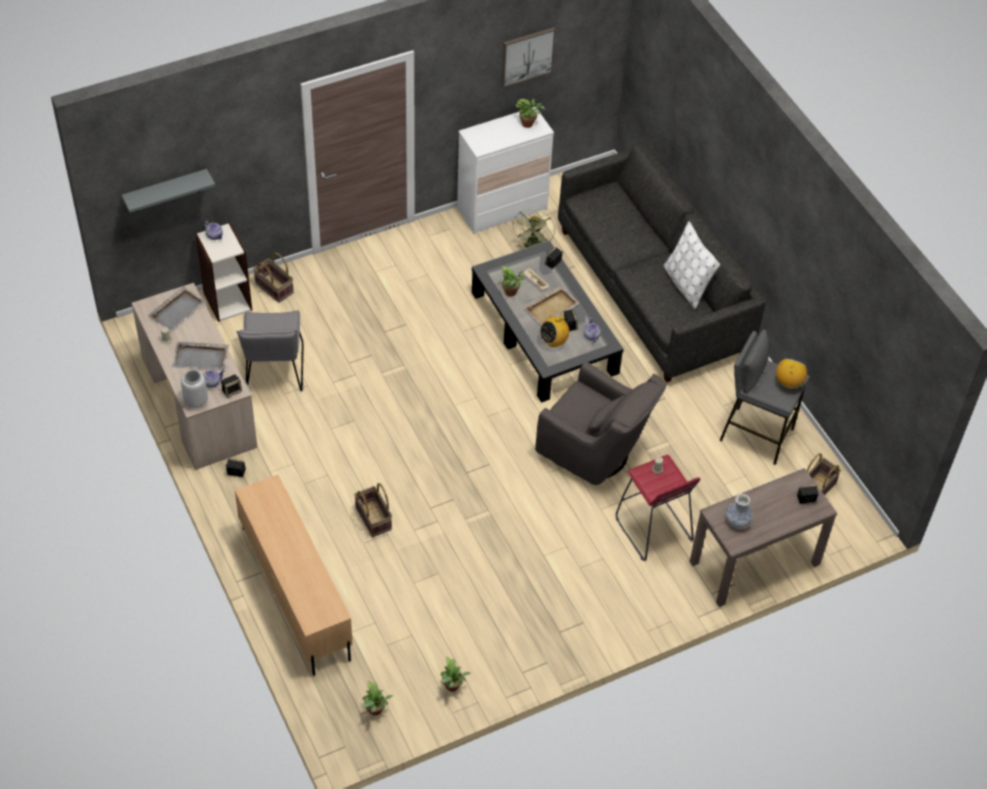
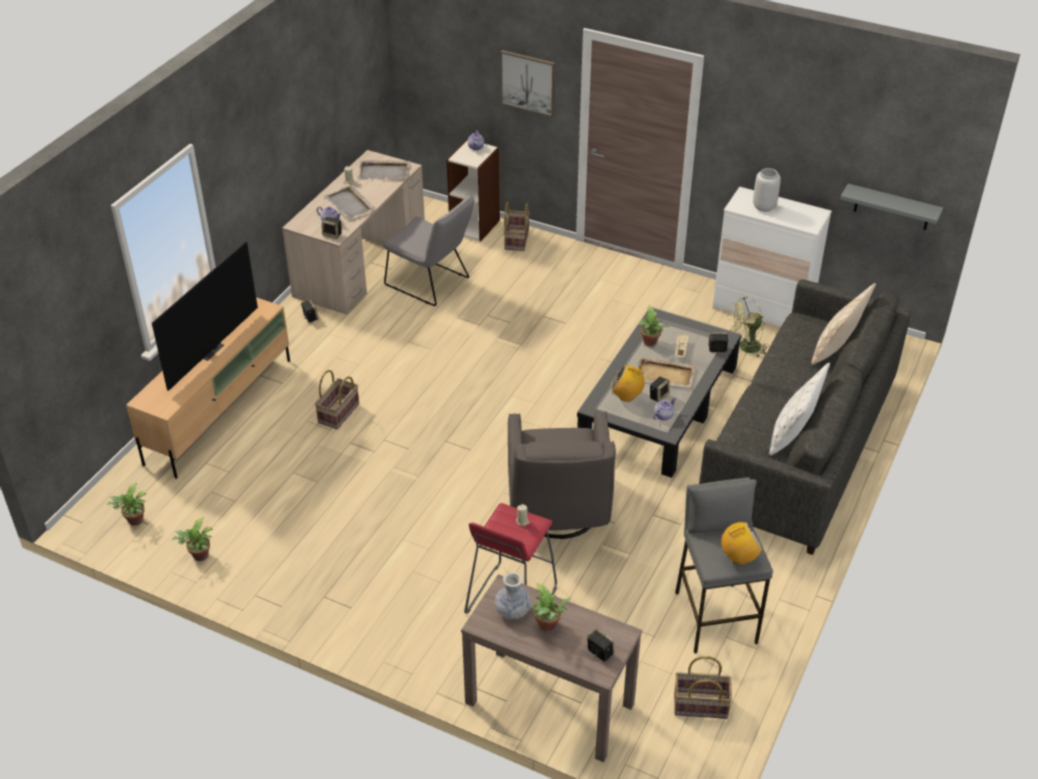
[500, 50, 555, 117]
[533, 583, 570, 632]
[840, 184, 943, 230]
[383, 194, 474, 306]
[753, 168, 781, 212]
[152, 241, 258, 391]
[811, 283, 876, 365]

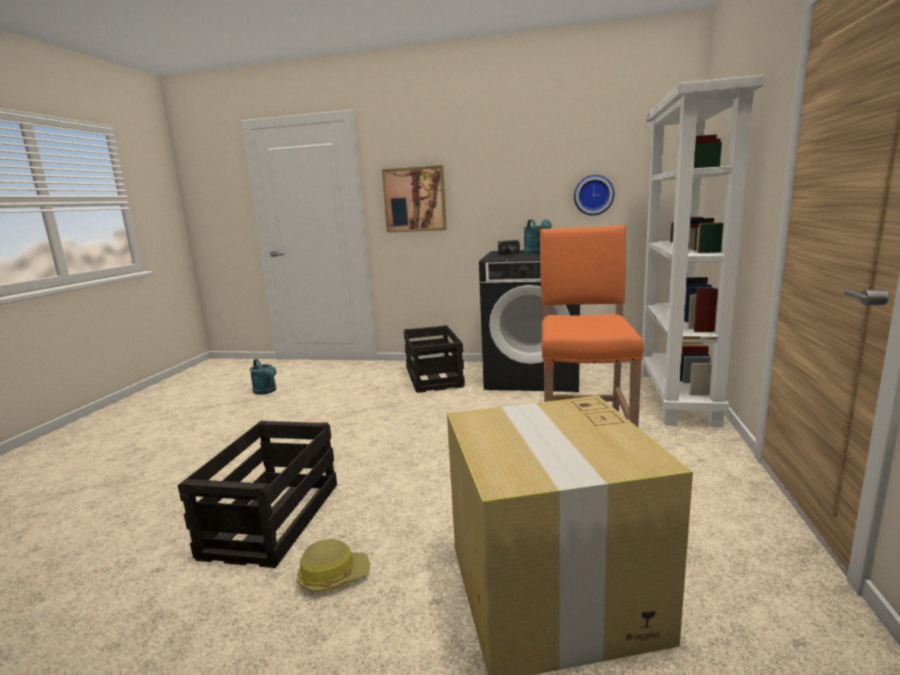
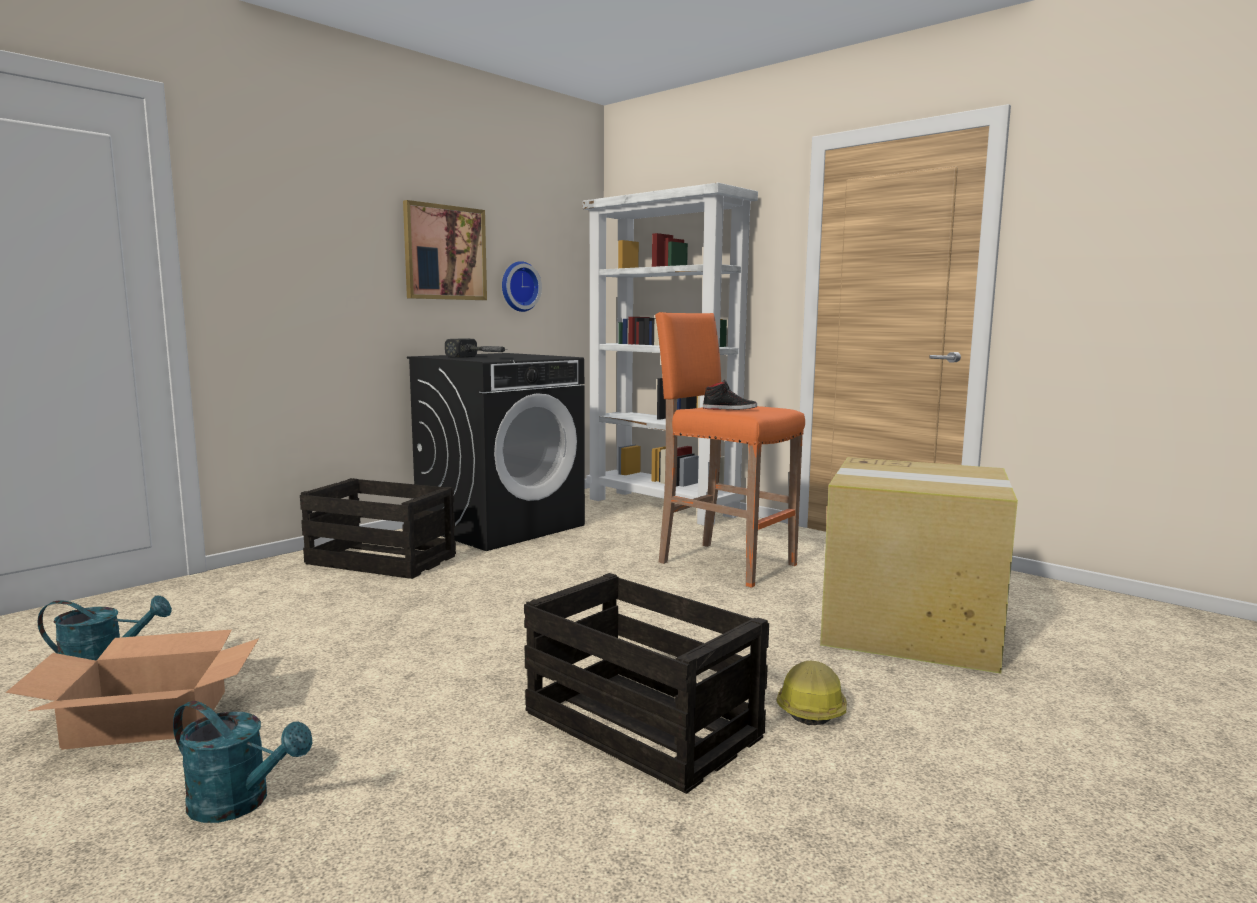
[403, 200, 487, 300]
[173, 701, 312, 823]
[703, 379, 757, 410]
[6, 630, 259, 750]

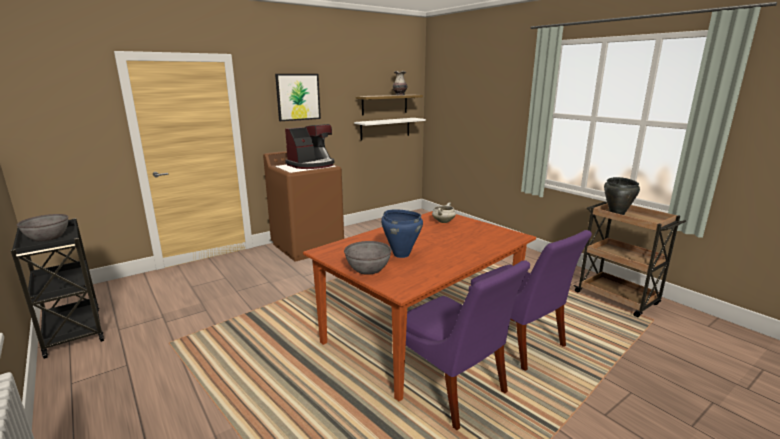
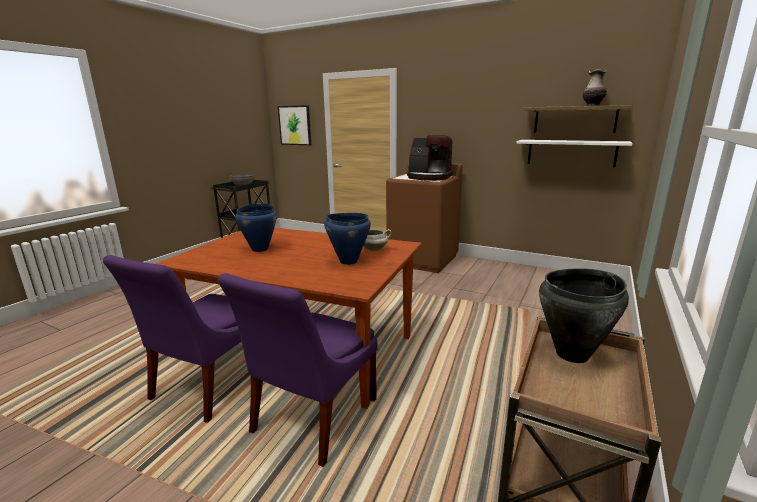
[278, 105, 311, 145]
[344, 241, 392, 275] (first image)
[324, 213, 371, 265]

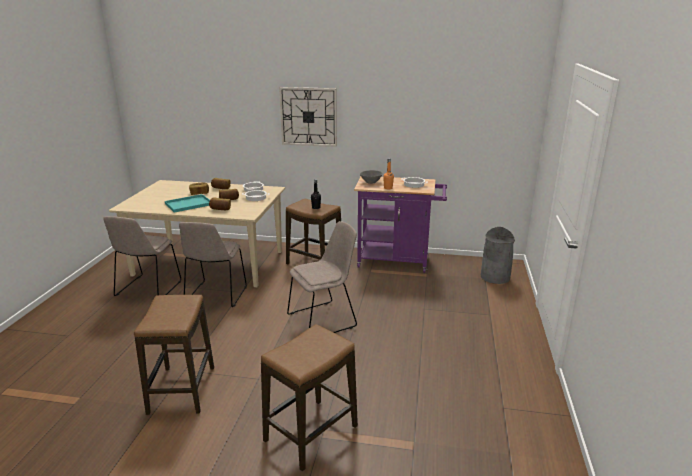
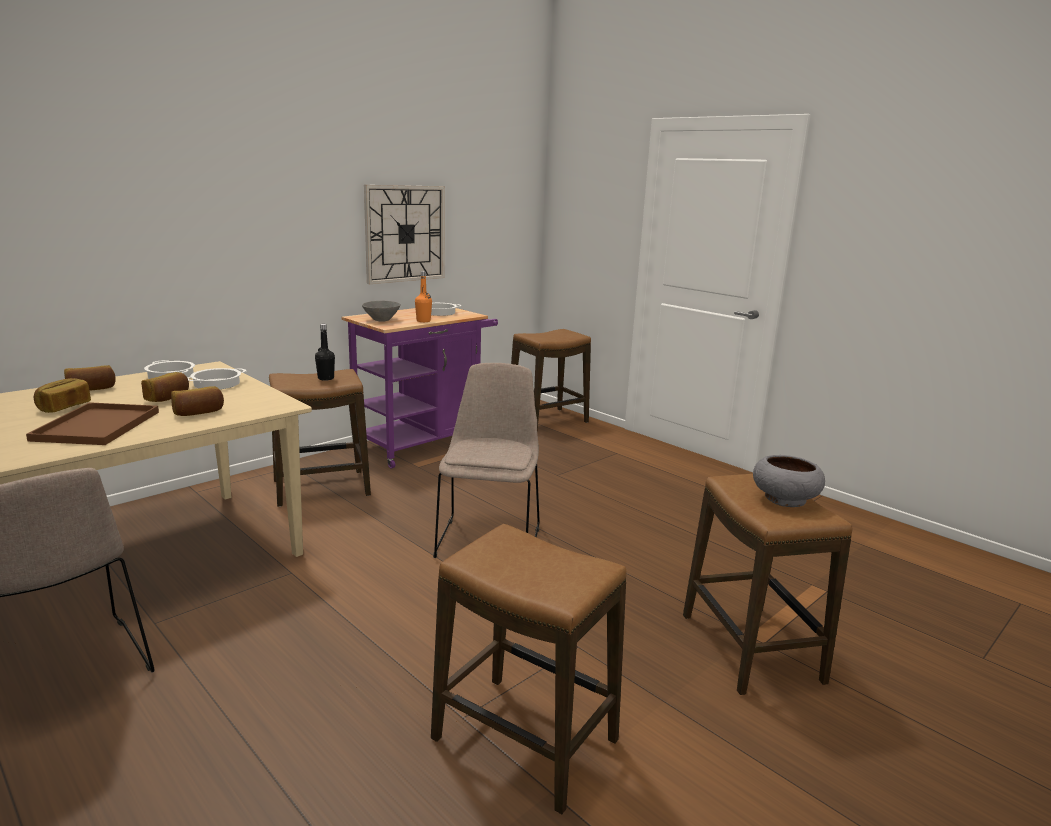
[364, 185, 445, 284]
[26, 402, 159, 445]
[179, 222, 247, 307] (first image)
[511, 329, 591, 430]
[753, 455, 825, 507]

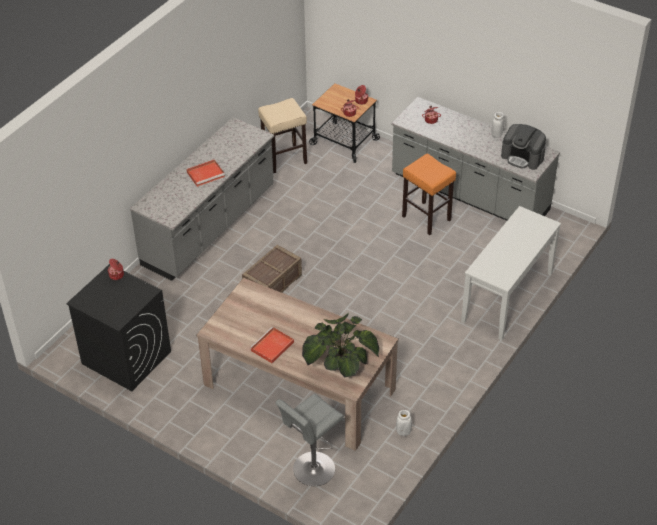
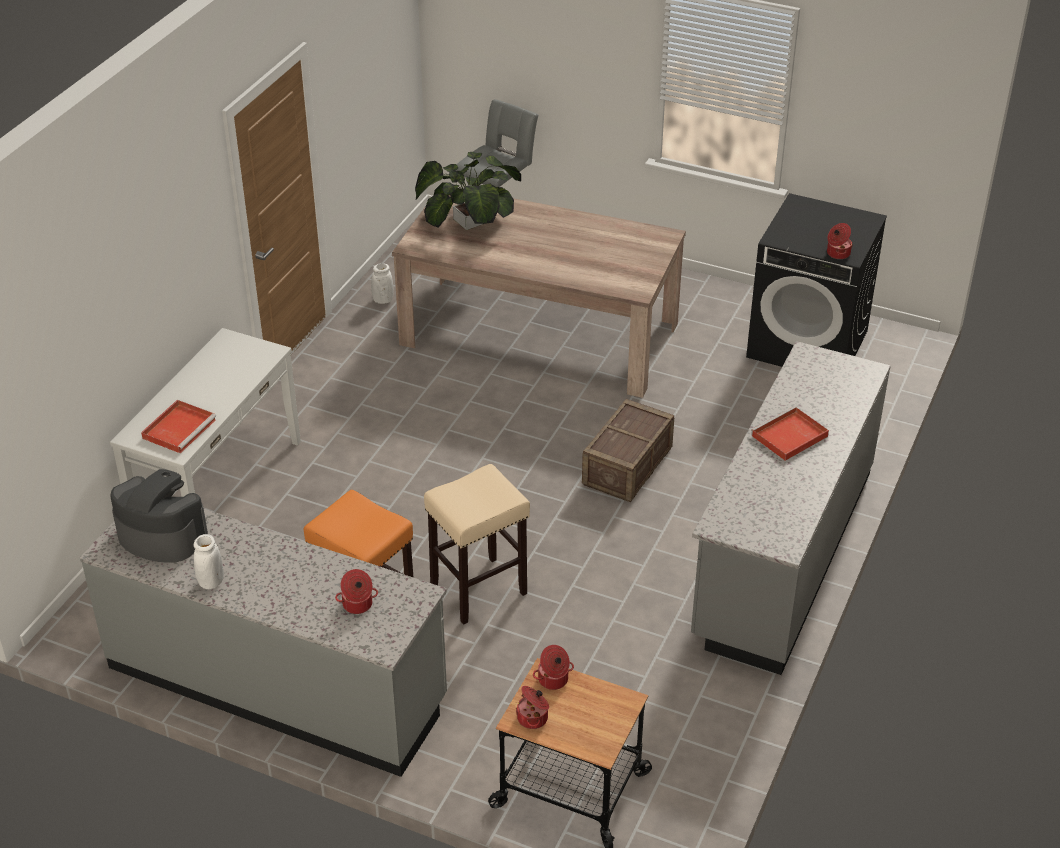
[424, 464, 530, 624]
[141, 400, 216, 453]

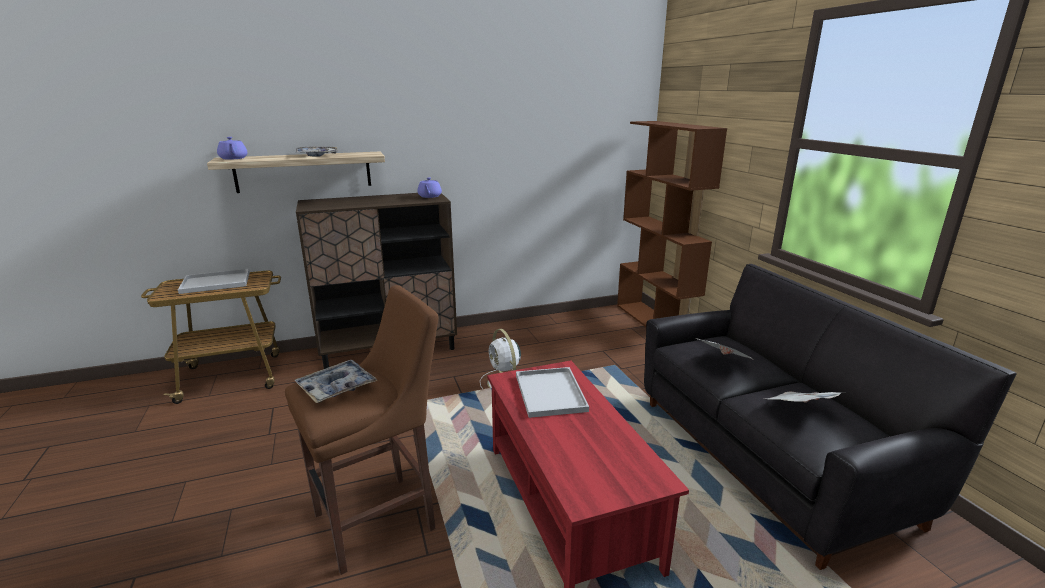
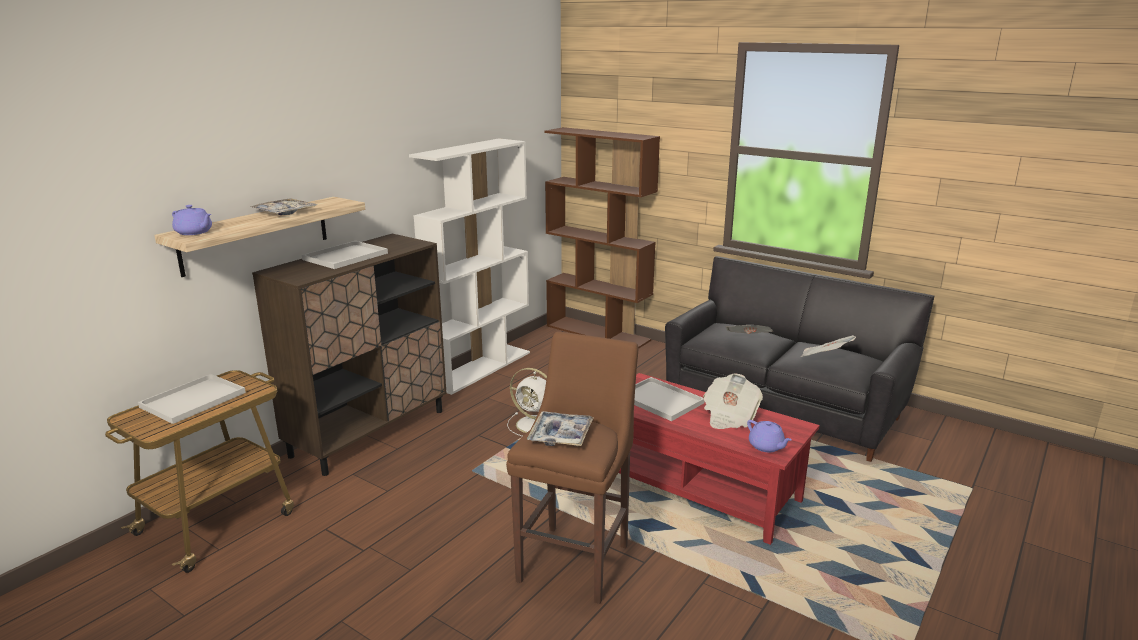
[747, 420, 792, 452]
[409, 138, 530, 395]
[302, 241, 388, 269]
[703, 373, 763, 429]

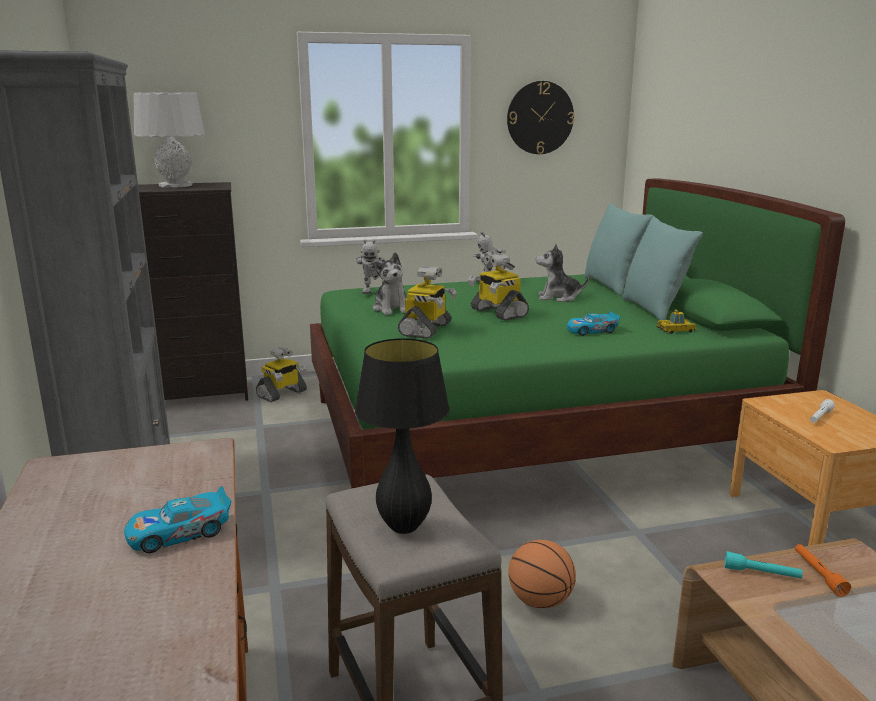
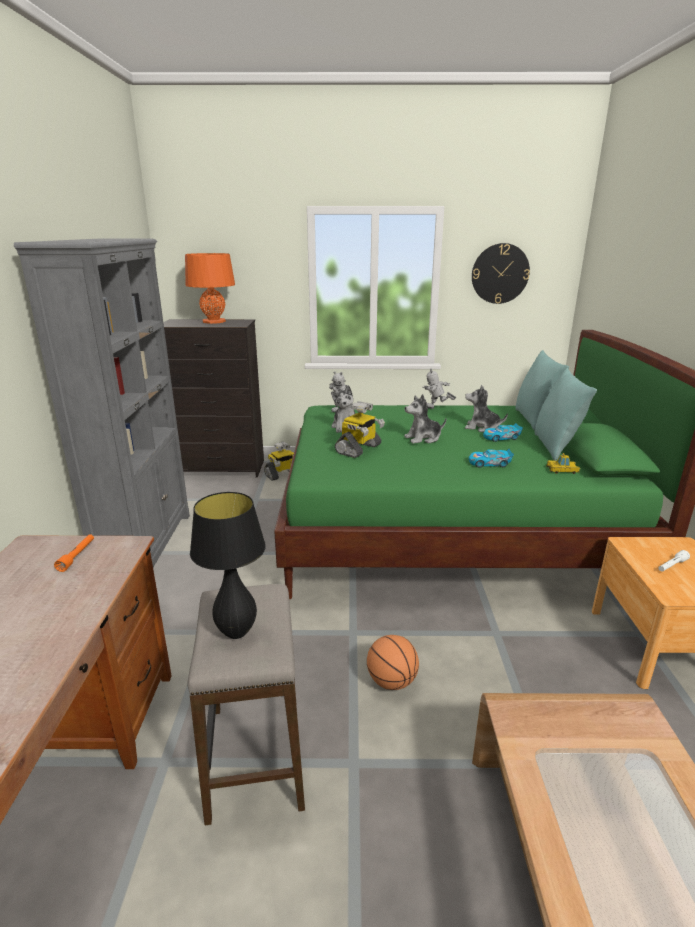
[185, 253, 235, 324]
[404, 394, 446, 443]
[483, 423, 523, 442]
[54, 534, 94, 572]
[725, 551, 803, 579] (first image)

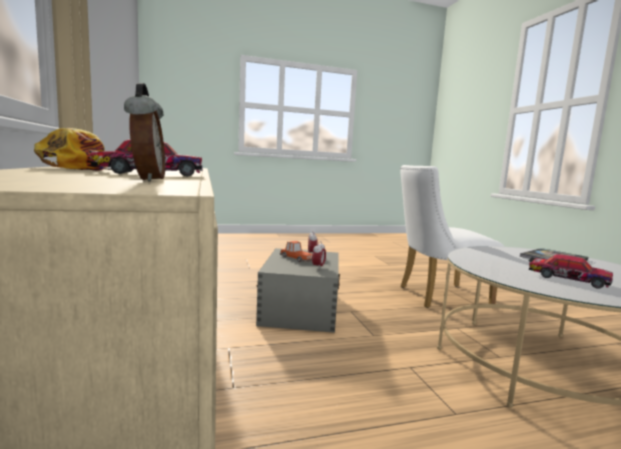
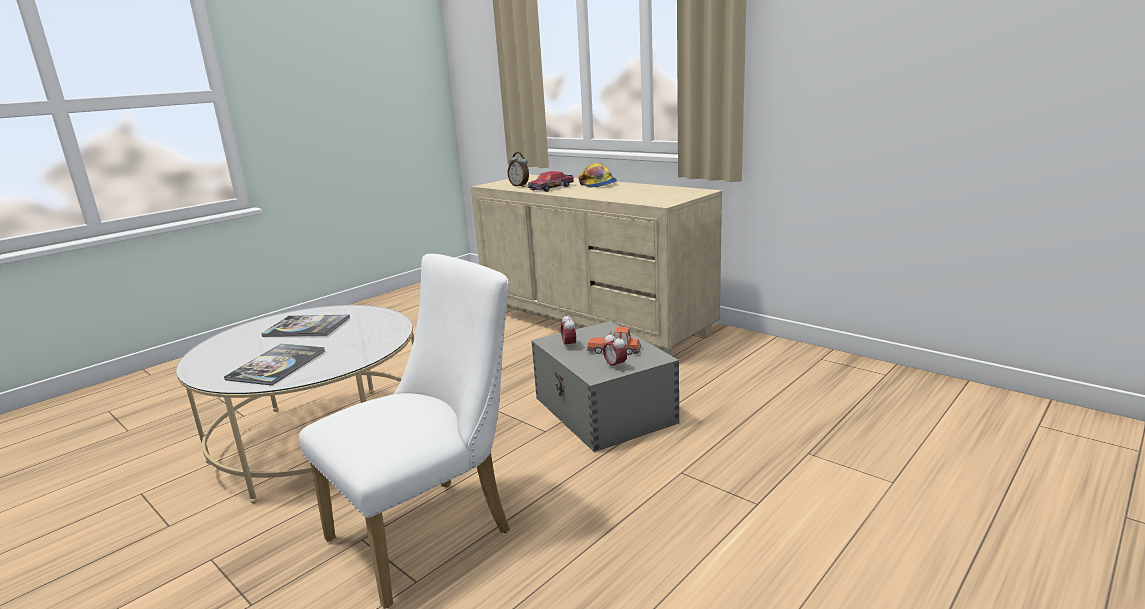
[261, 315, 350, 337]

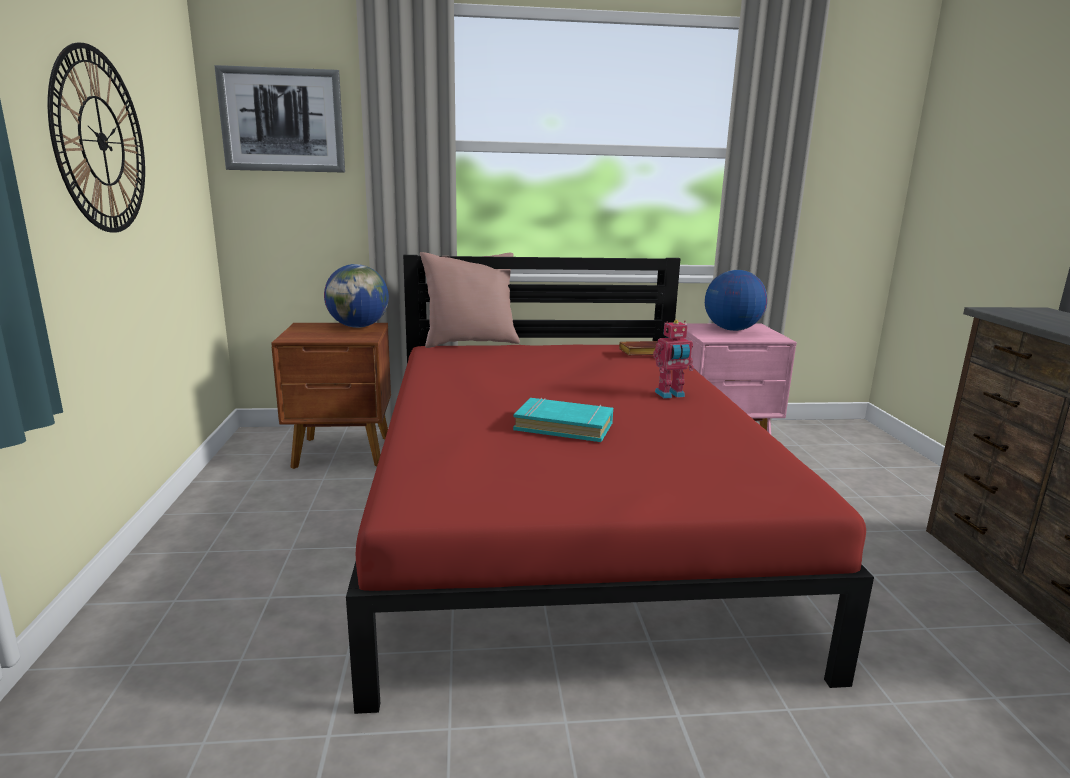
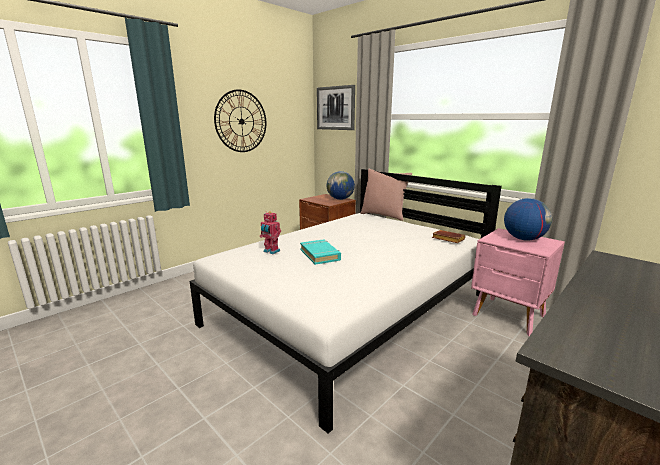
[190, 169, 502, 434]
[260, 211, 281, 254]

